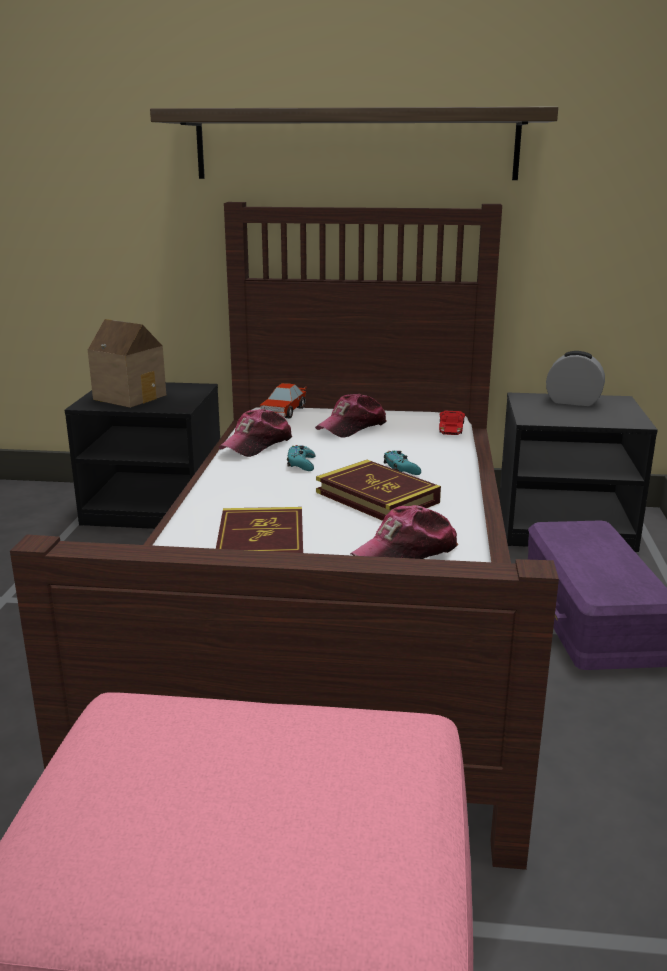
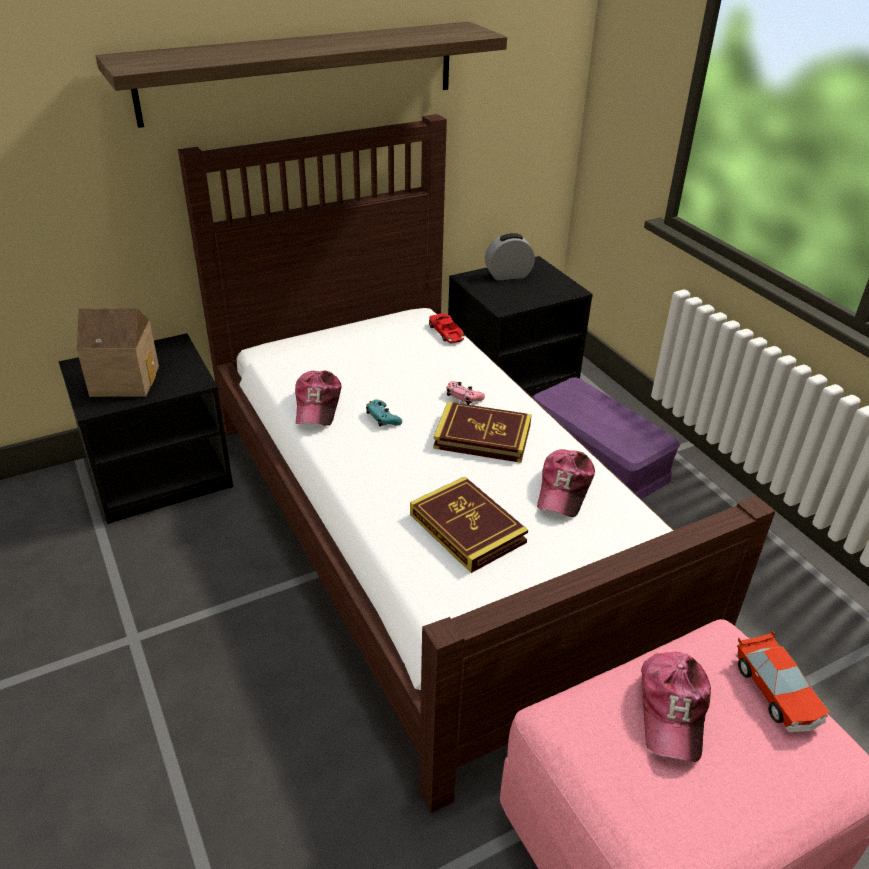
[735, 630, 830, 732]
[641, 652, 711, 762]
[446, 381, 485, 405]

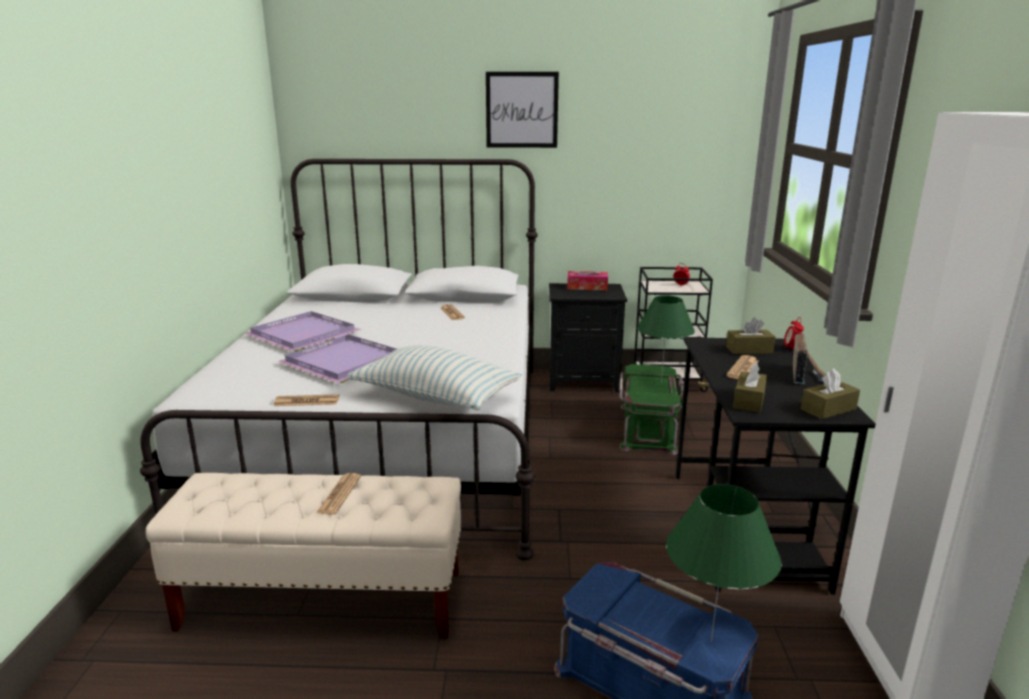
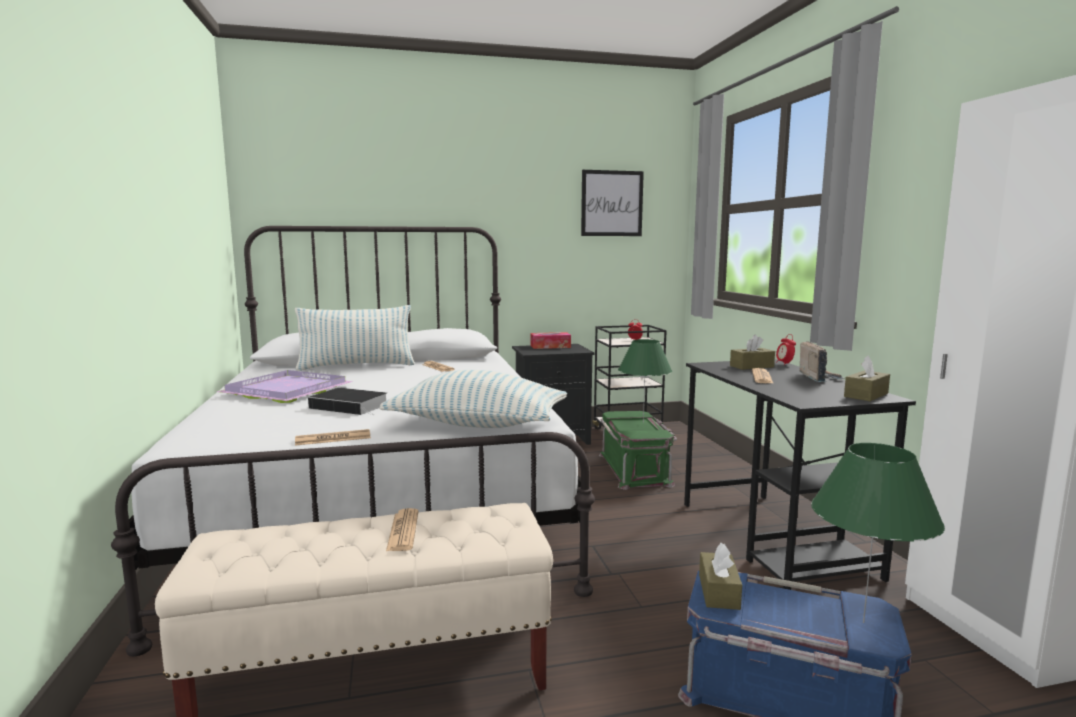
[581, 170, 644, 236]
[308, 388, 387, 415]
[699, 543, 742, 610]
[295, 305, 415, 371]

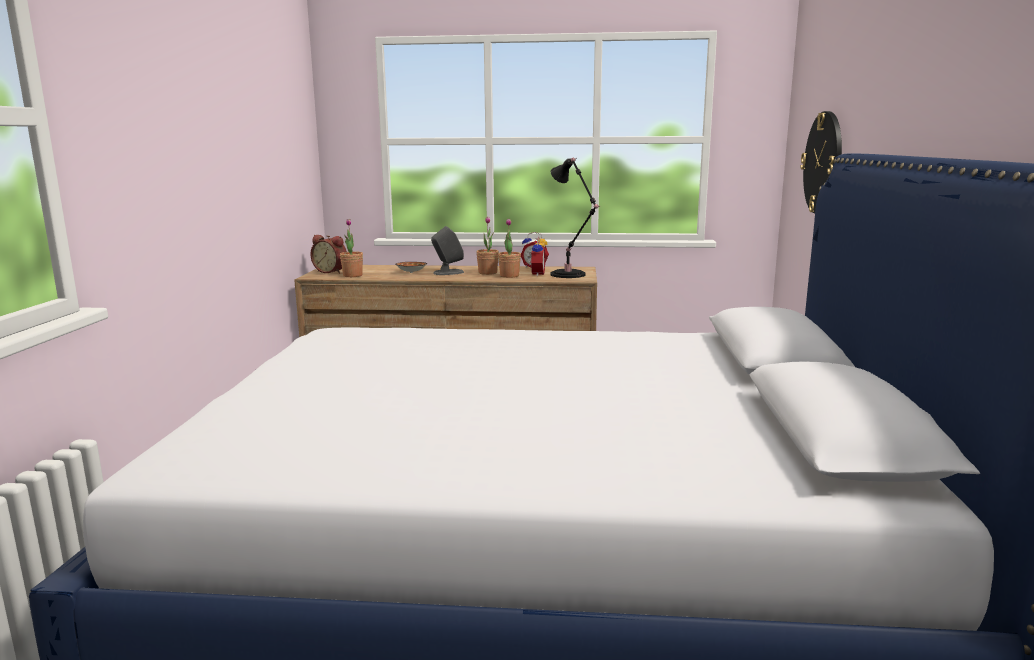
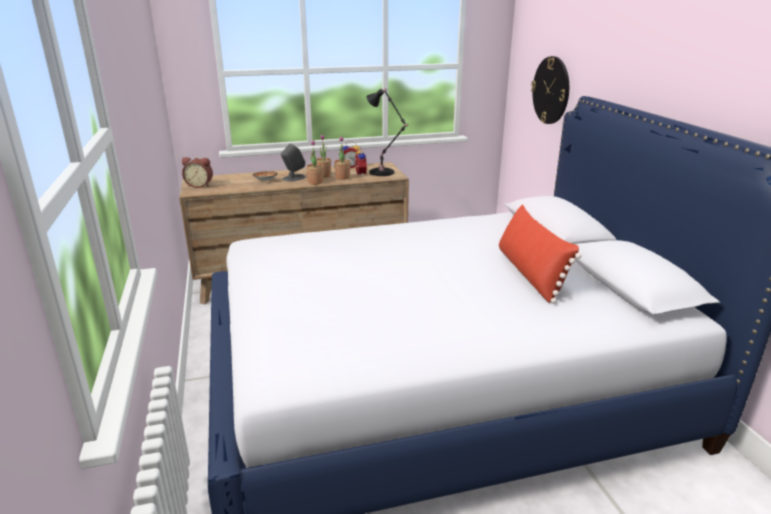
[306, 140, 323, 185]
[499, 204, 582, 304]

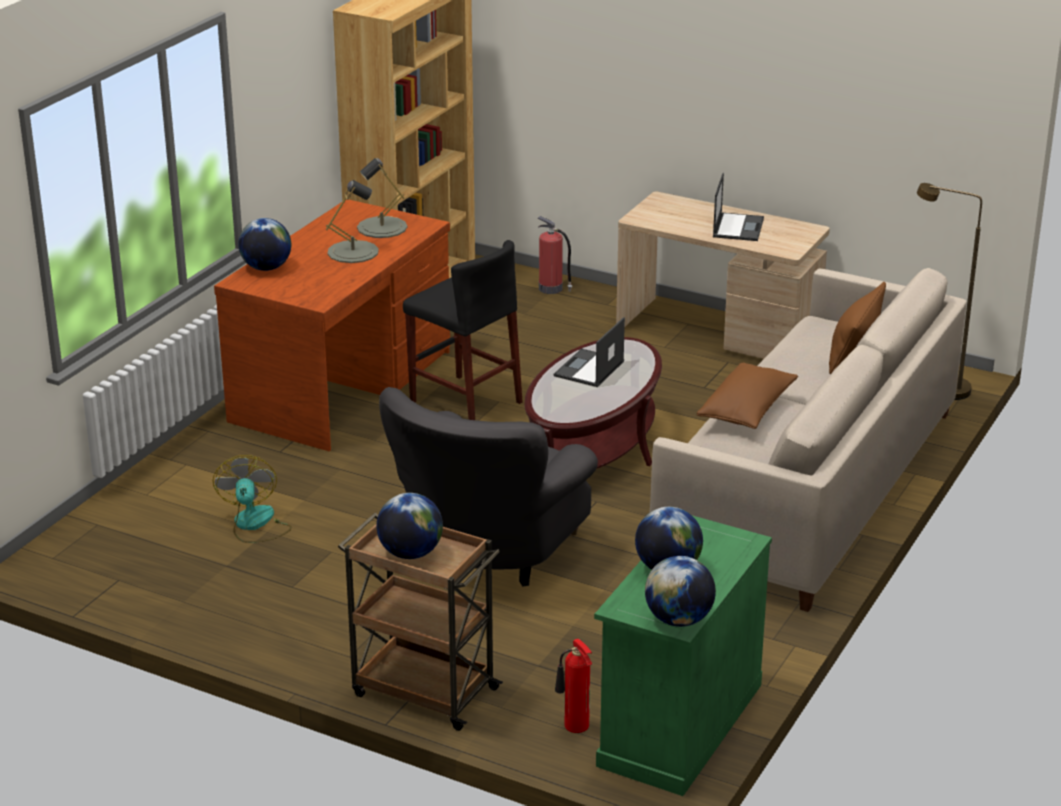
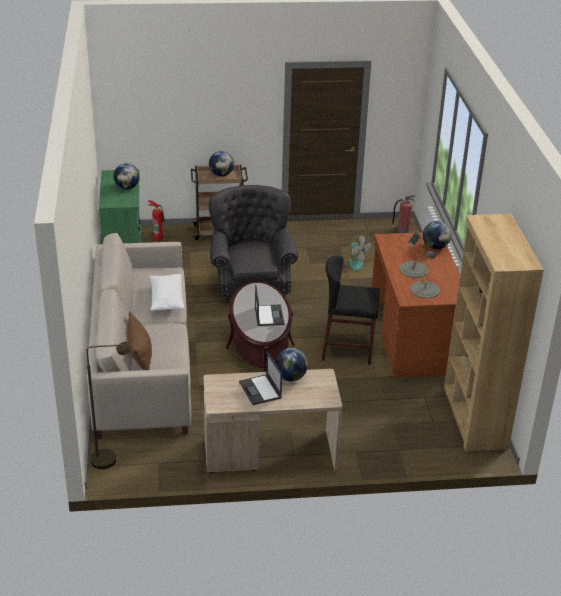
[391, 195, 415, 233]
[149, 274, 184, 311]
[275, 348, 308, 381]

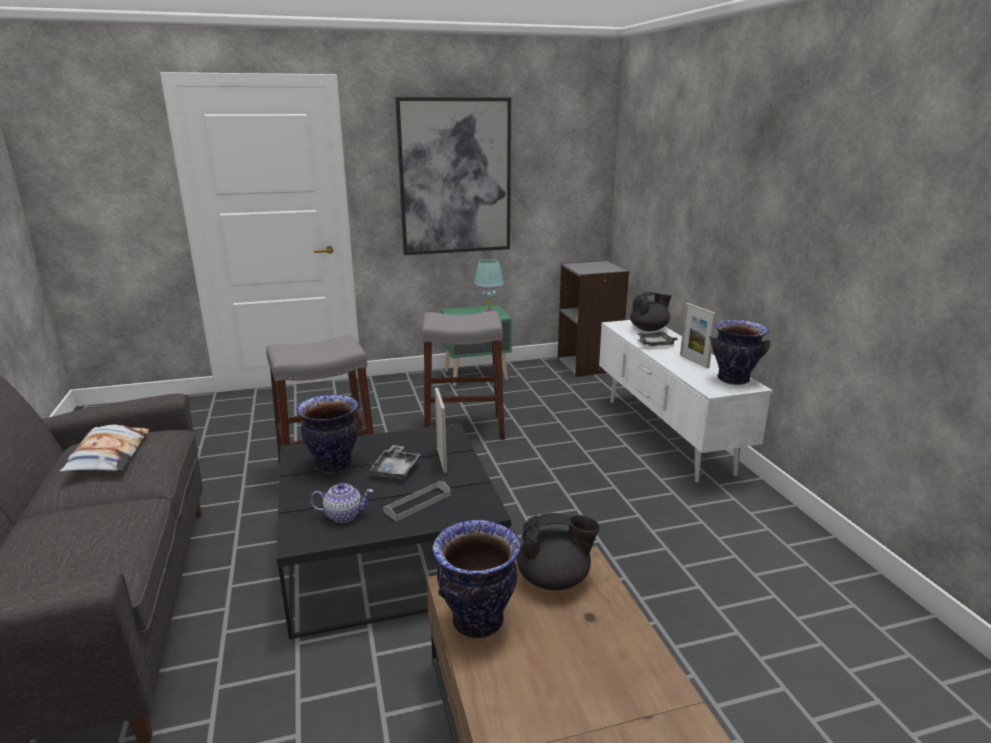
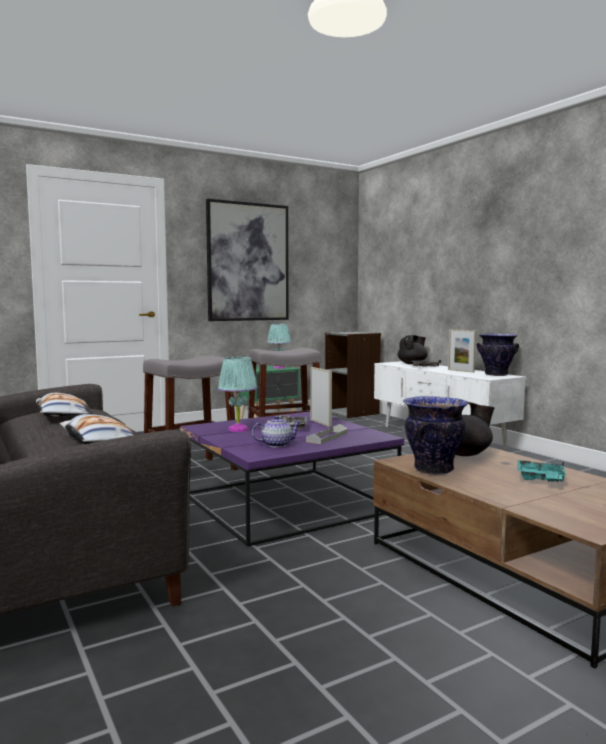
[218, 357, 257, 432]
[180, 412, 404, 547]
[60, 414, 137, 444]
[517, 460, 567, 482]

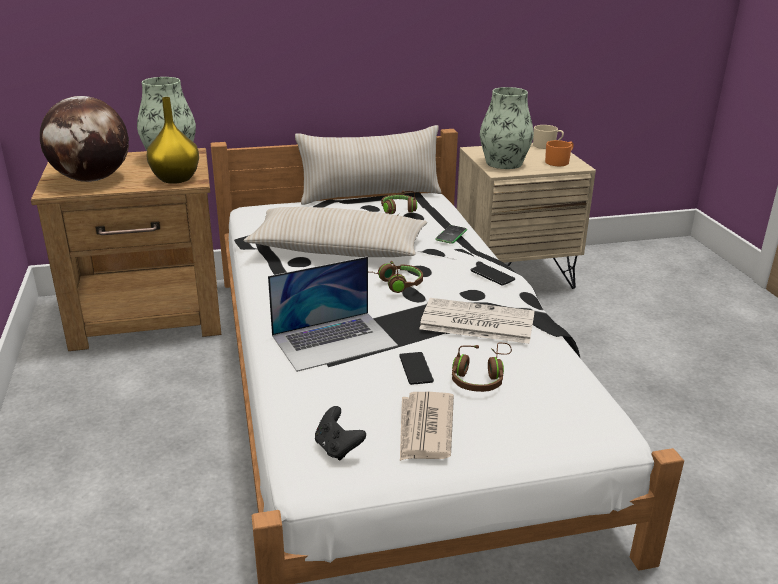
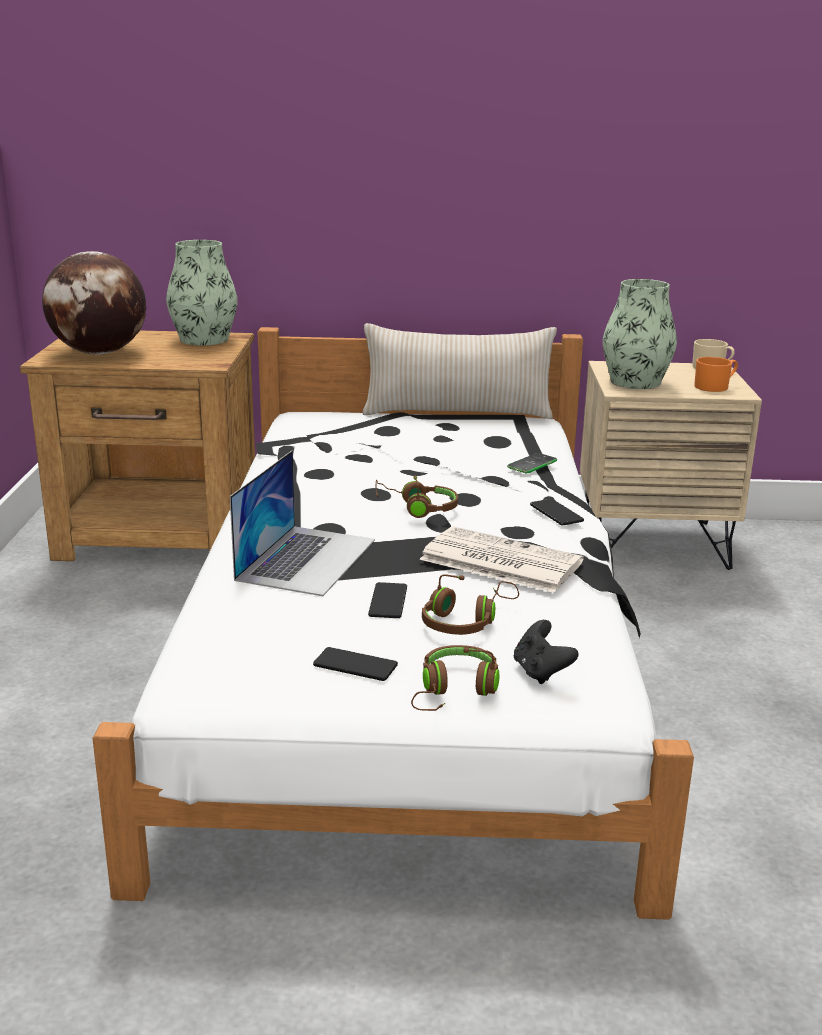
[147, 97, 199, 184] (first image)
[411, 645, 500, 711]
[244, 207, 427, 257] (first image)
[230, 450, 375, 596]
[313, 647, 398, 681]
[514, 620, 579, 684]

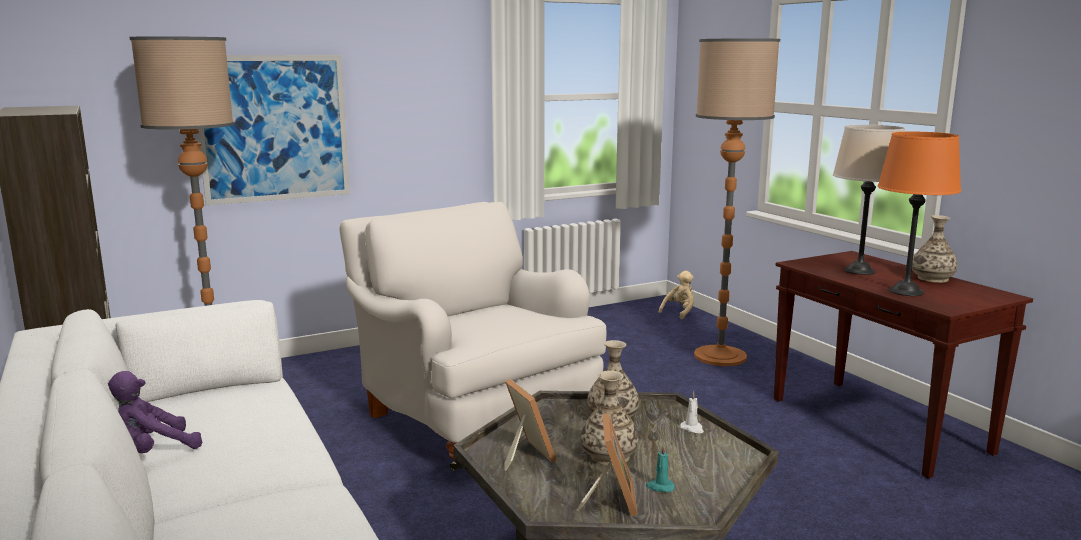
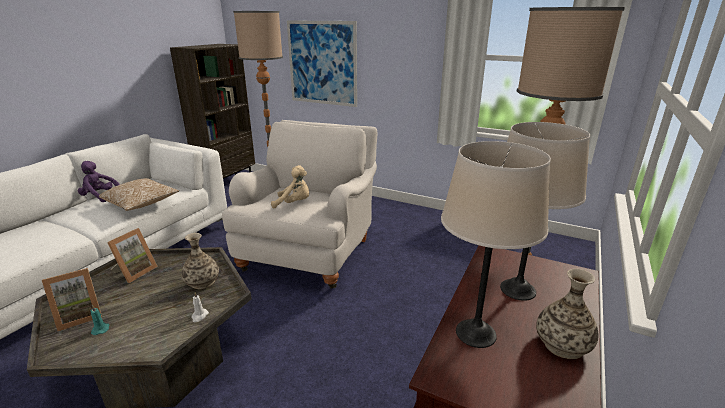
[441, 141, 551, 348]
[271, 165, 309, 209]
[581, 370, 639, 466] (first image)
[99, 178, 179, 211]

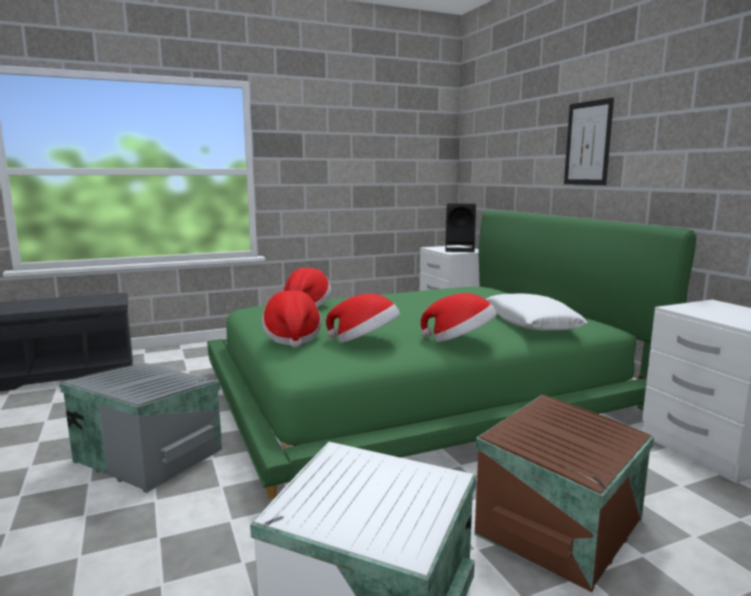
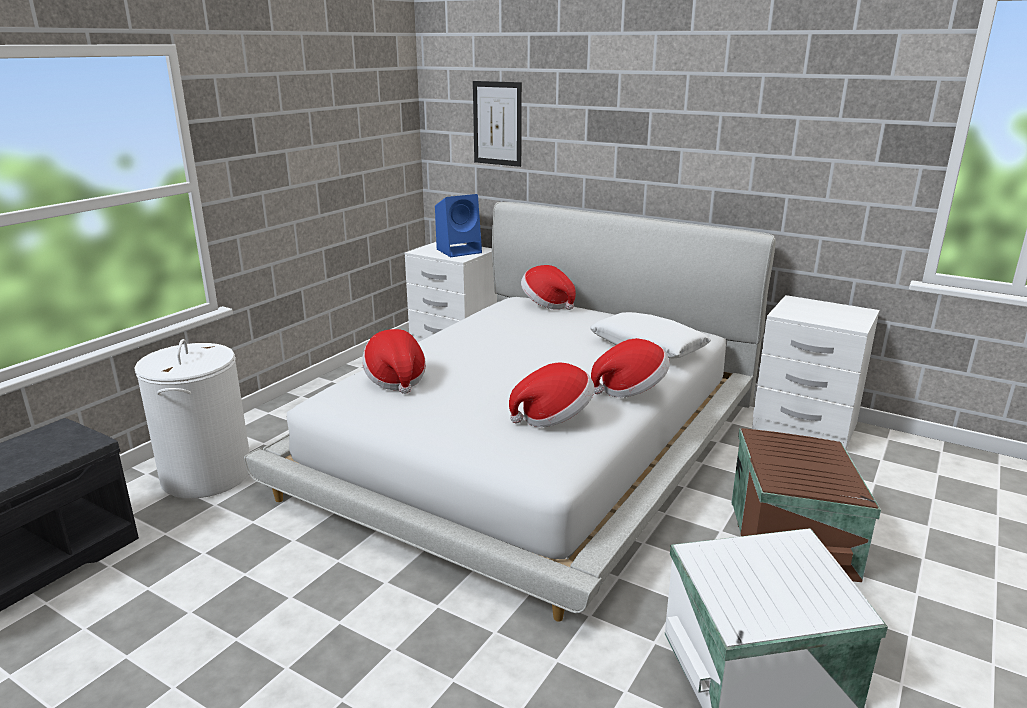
[473, 81, 522, 167]
[435, 194, 482, 257]
[244, 202, 776, 622]
[521, 265, 576, 310]
[60, 363, 222, 493] (first image)
[134, 339, 250, 498]

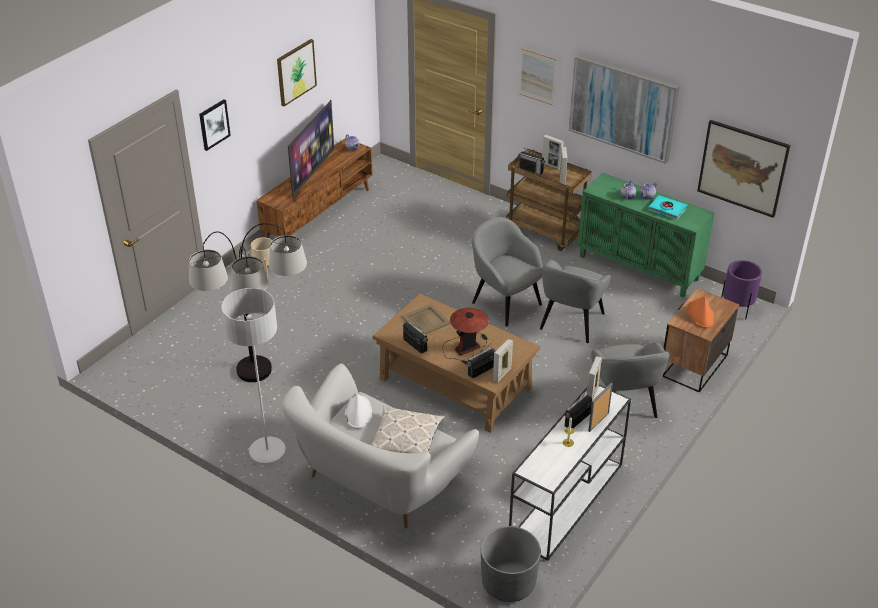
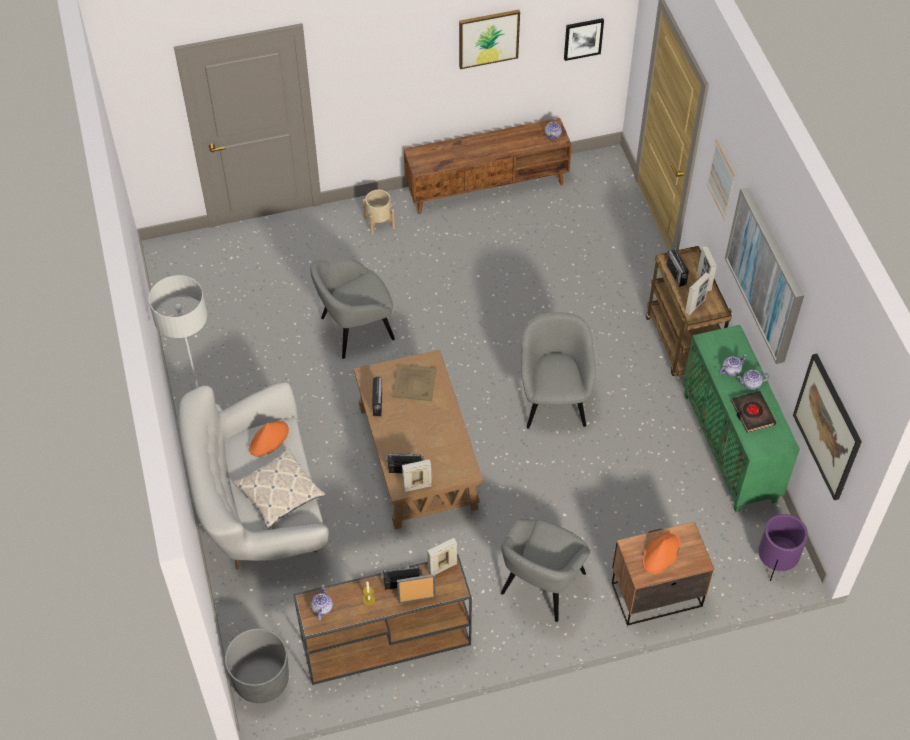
[564, 18, 604, 61]
[288, 100, 334, 197] (first image)
[731, 391, 776, 433]
[189, 223, 307, 382] (first image)
[310, 257, 395, 359]
[443, 308, 489, 365] (first image)
[293, 554, 472, 685]
[249, 421, 289, 457]
[311, 585, 333, 621]

